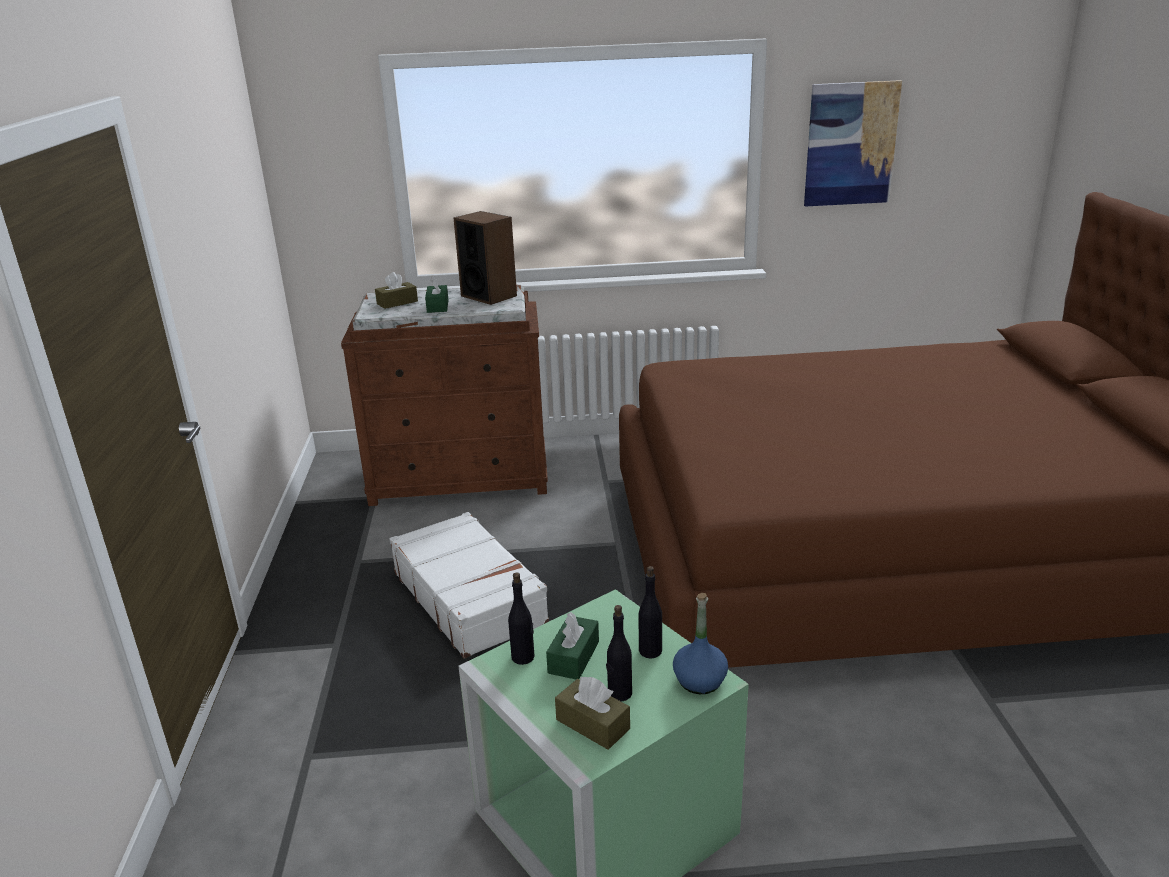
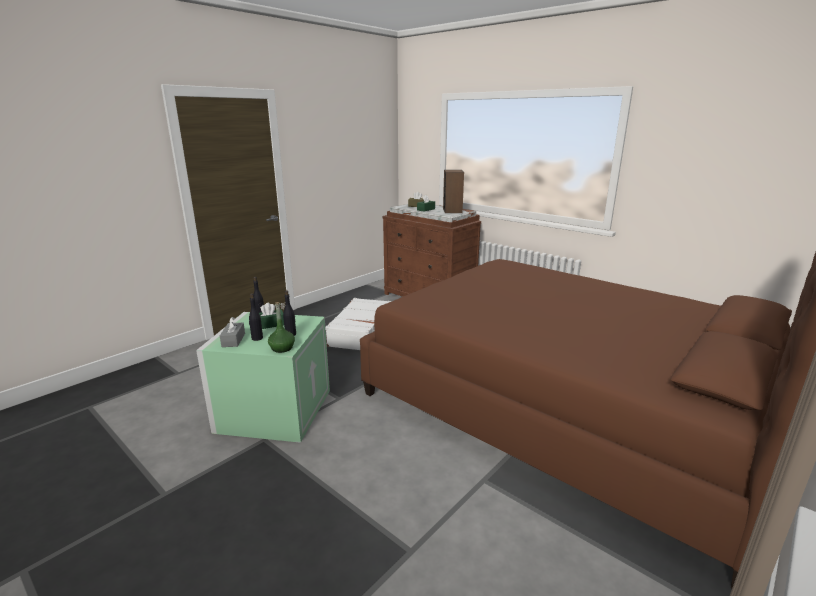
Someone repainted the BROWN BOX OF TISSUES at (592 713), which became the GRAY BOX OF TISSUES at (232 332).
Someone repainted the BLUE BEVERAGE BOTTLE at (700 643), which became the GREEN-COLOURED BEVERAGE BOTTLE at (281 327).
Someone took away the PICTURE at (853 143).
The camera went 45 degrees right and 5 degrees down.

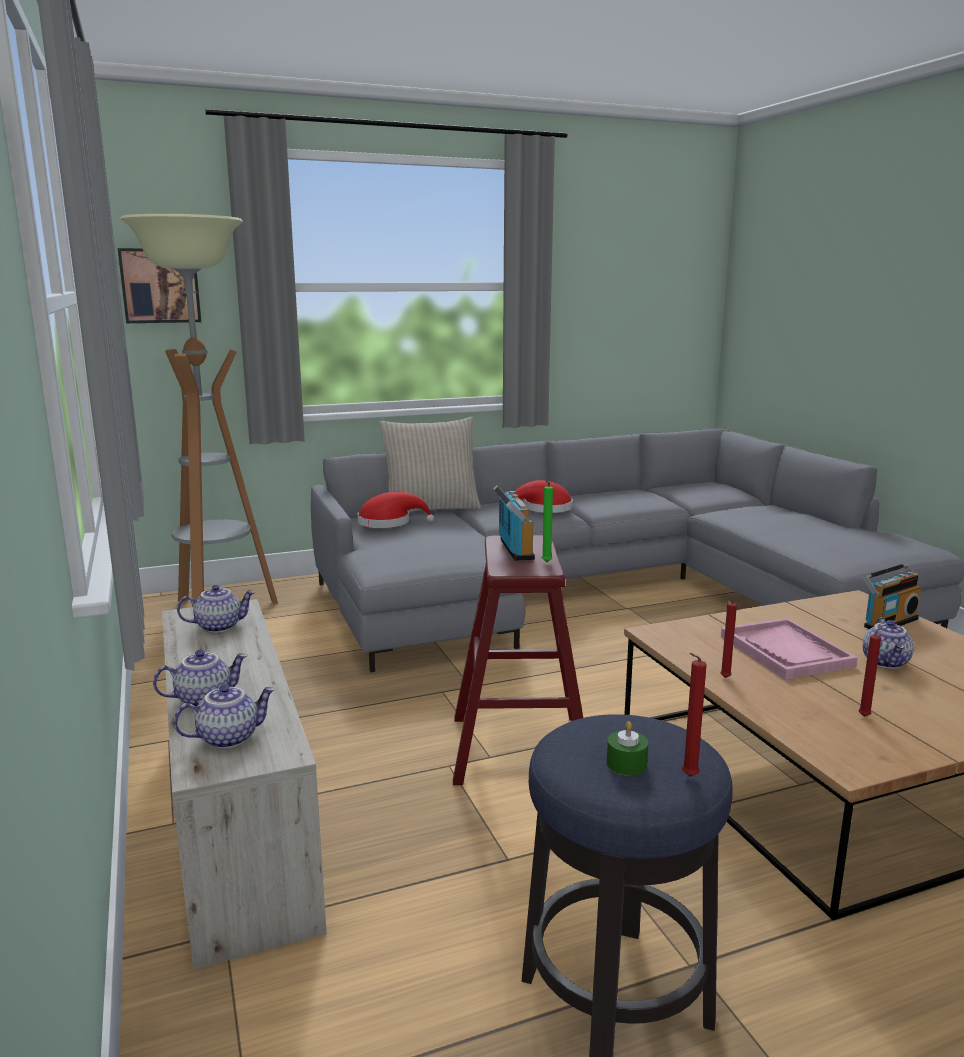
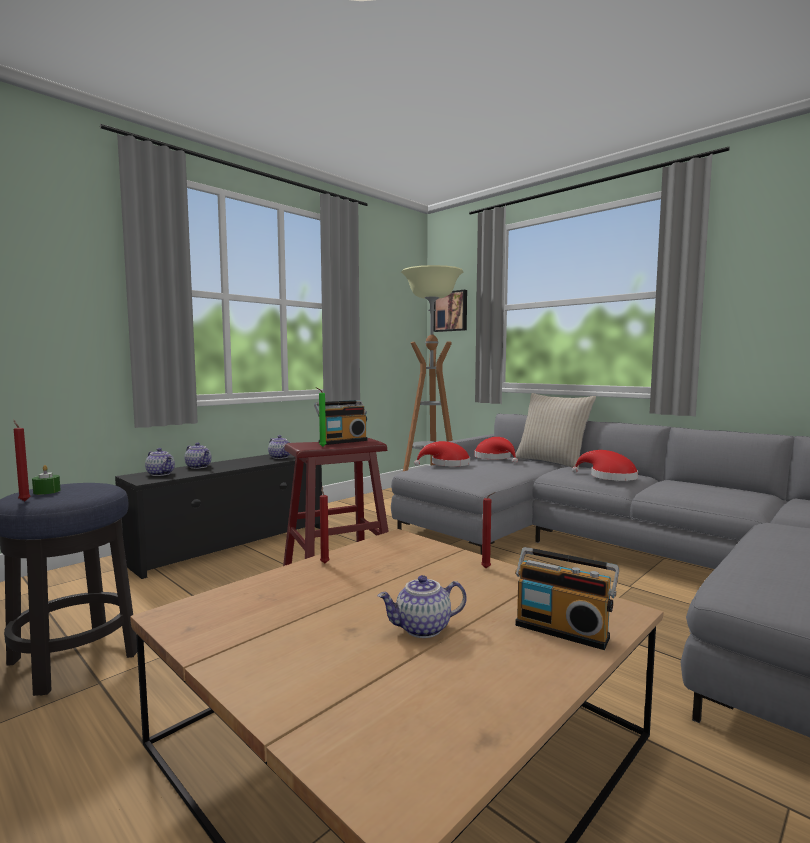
Someone repainted the WHITISH TV UNIT at (244 784), which became the BLACK-COLOURED TV UNIT at (218 516).
Someone took away the PINKISH TRAY at (789 649).
Someone carried the RED WAX LIGHT from (870 671) to (488 530).
Someone put down the RED HAT at (442 453).
The camera went 65 degrees right and 10 degrees down.

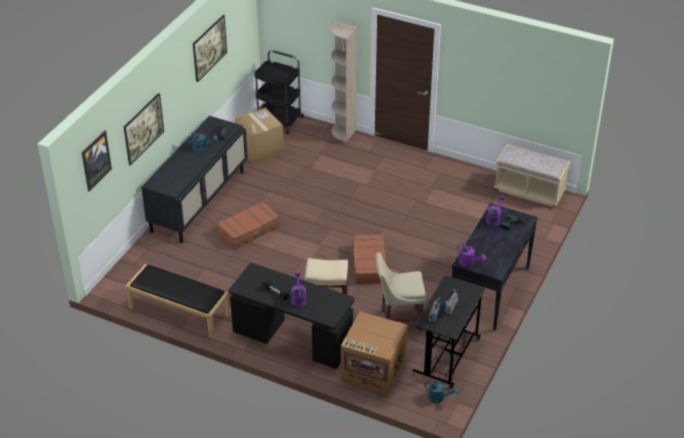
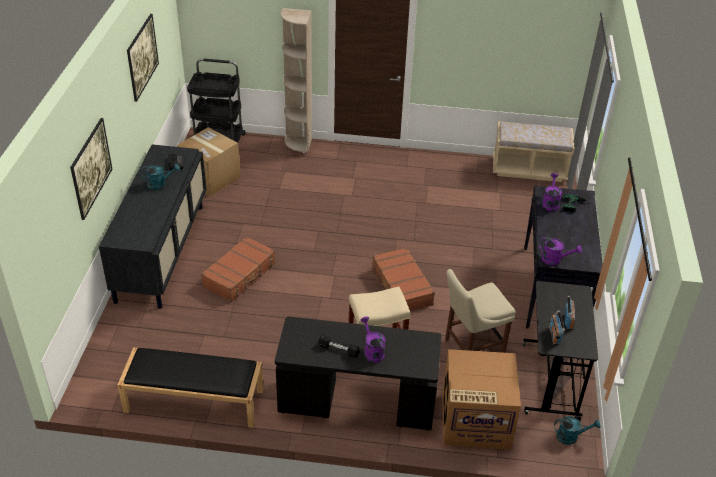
Someone took away the PICTURE at (97 161).
The camera went 20 degrees left and 0 degrees up.

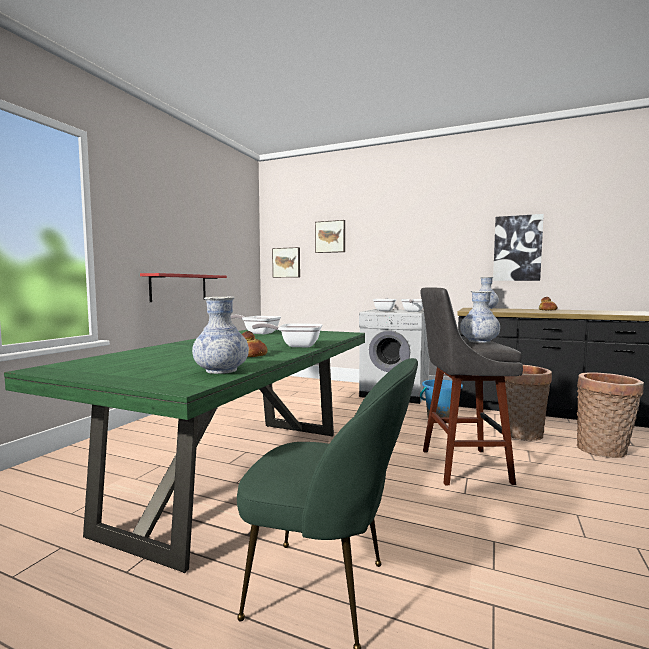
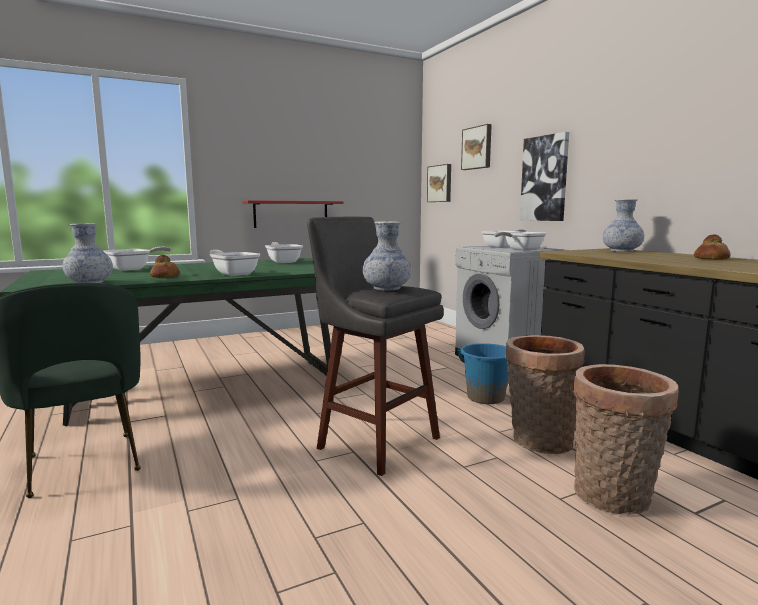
Someone carried the PICTURE from (518 247) to (544 176).
Someone put down the SKILLET at (137 259).
The camera went 40 degrees right and 5 degrees up.

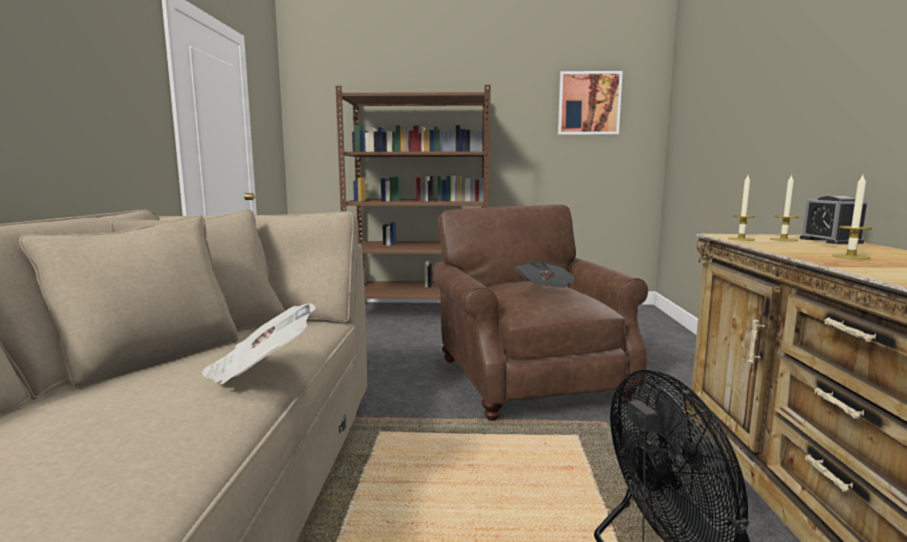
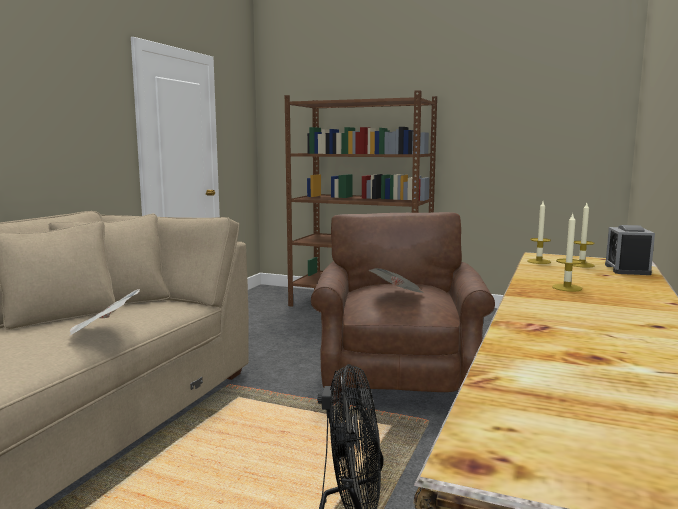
Someone took away the PICTURE at (590 103).
The camera went 20 degrees right and 0 degrees up.

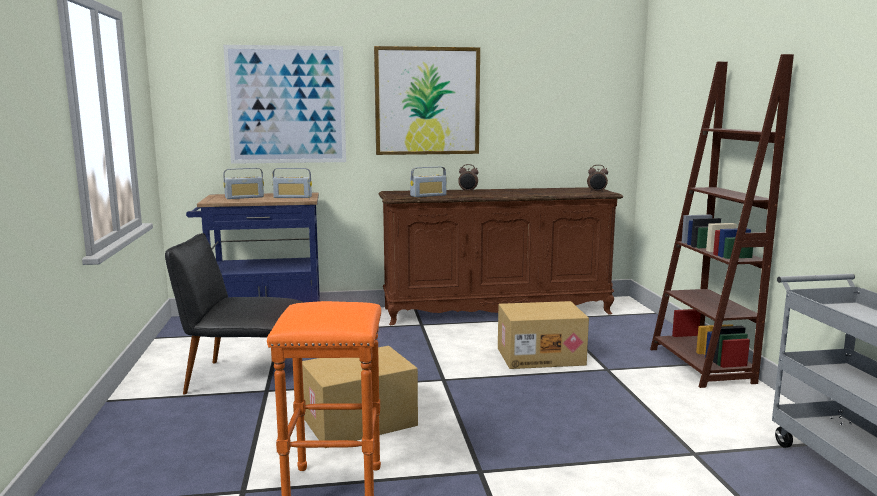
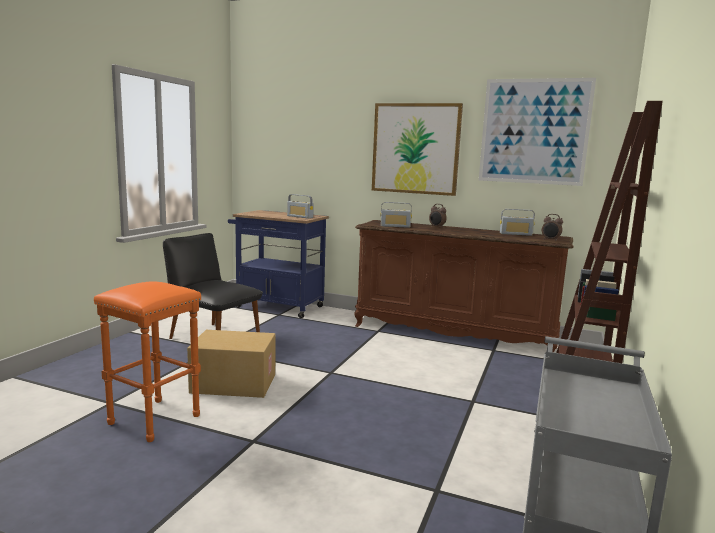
Someone carried the PICTURE from (284 104) to (537 132).
Someone carried the RADIO from (243 183) to (517 222).
Someone took away the CARDBOARD BOX at (543 335).
The camera went 30 degrees right and 0 degrees up.

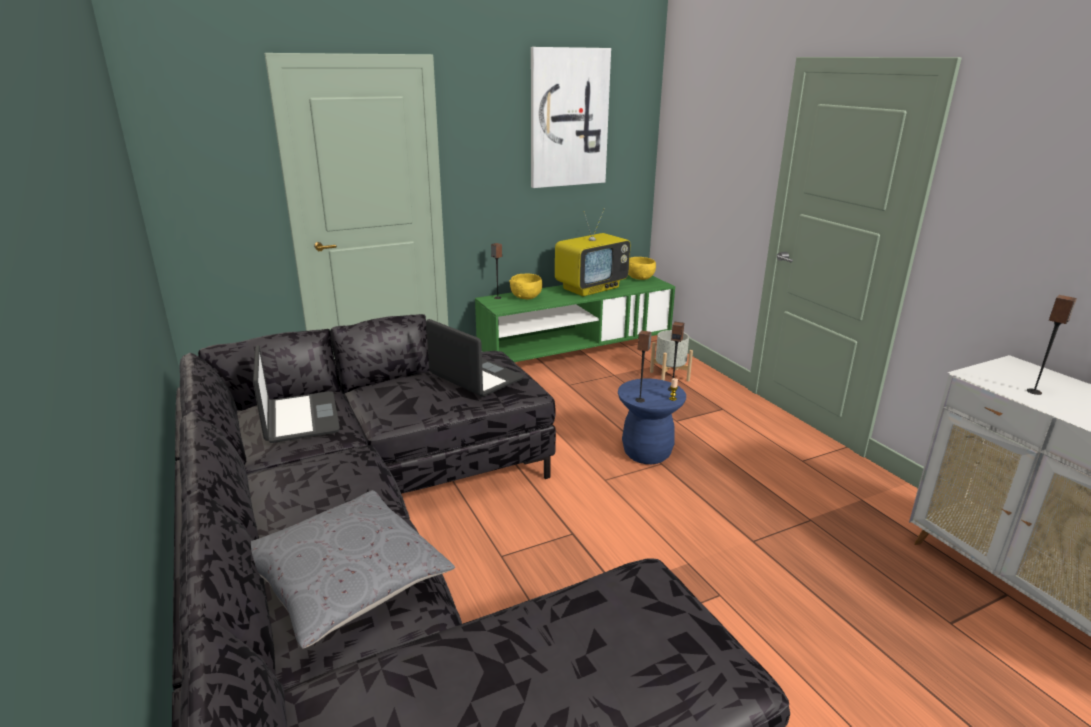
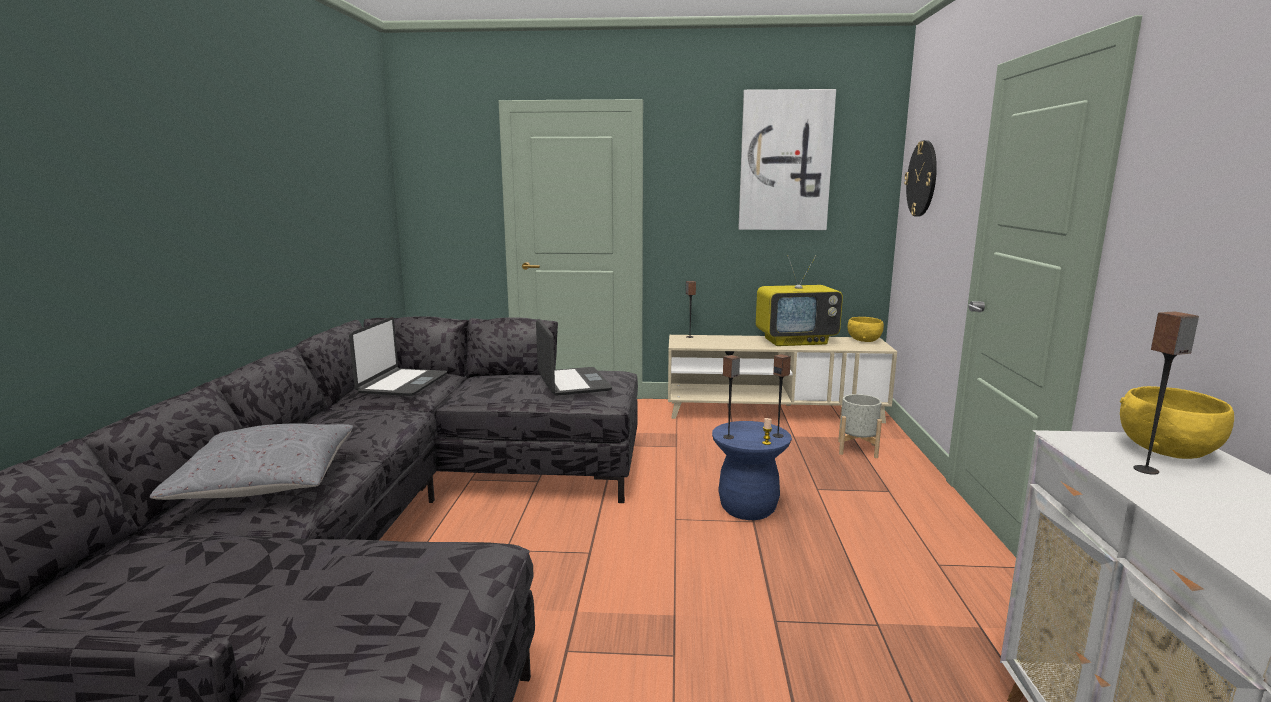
Someone repainted the GREEN-COLOURED TV UNIT at (575 318), which became the SAND-COLOURED TV UNIT at (782 379).
Someone carried the YELLOWISH SERVING BOWL from (525 286) to (1177 422).
Someone put up the WALL CLOCK at (920 178).
The camera went 30 degrees right and 10 degrees down.

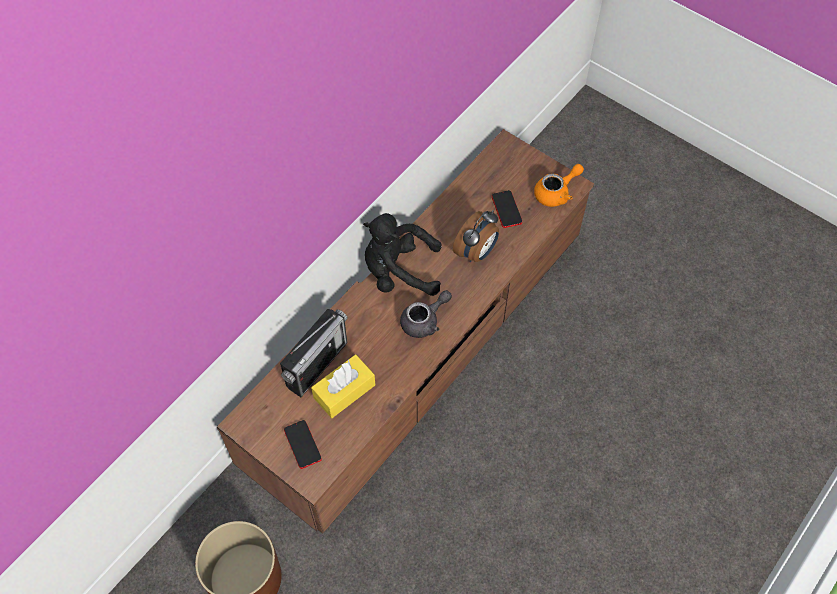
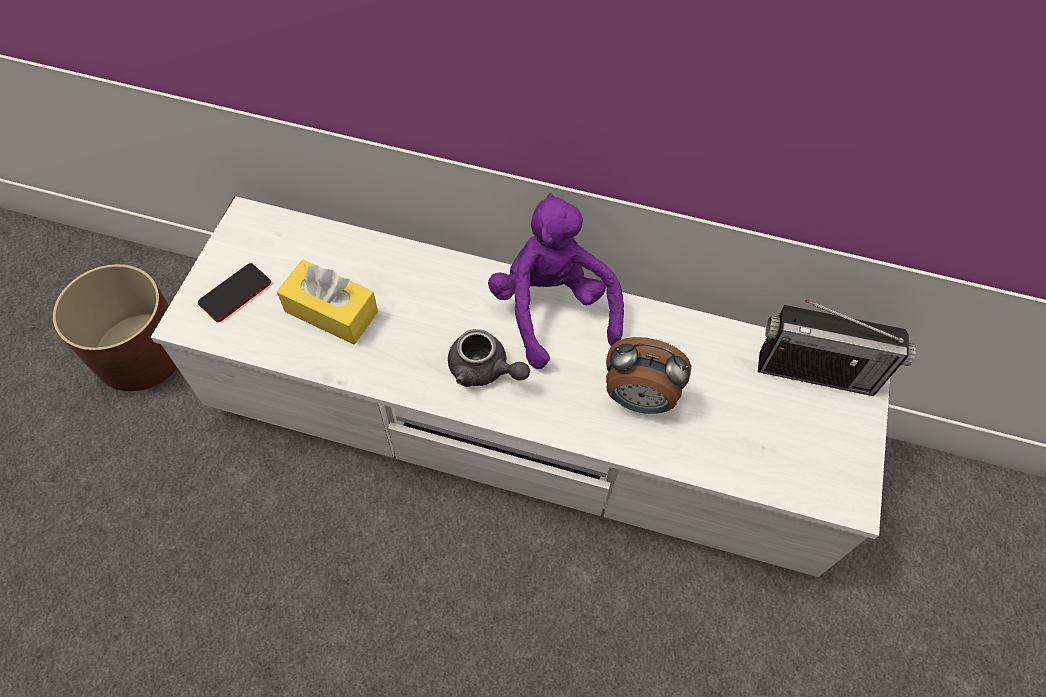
Someone repainted the BROWN TV UNIT at (405 331), which became the WHITISH TV UNIT at (520 386).
Someone carried the RADIO from (313 353) to (837 348).
Someone repainted the BLACK-COLOURED PLUSH TOY at (402 254), which became the PURPLE PLUSH TOY at (556 281).
Someone took away the TELEPHONE at (507 209).
Someone took away the ORANGE-COLOURED TEA POT at (559 185).
The camera went 65 degrees right and 0 degrees up.

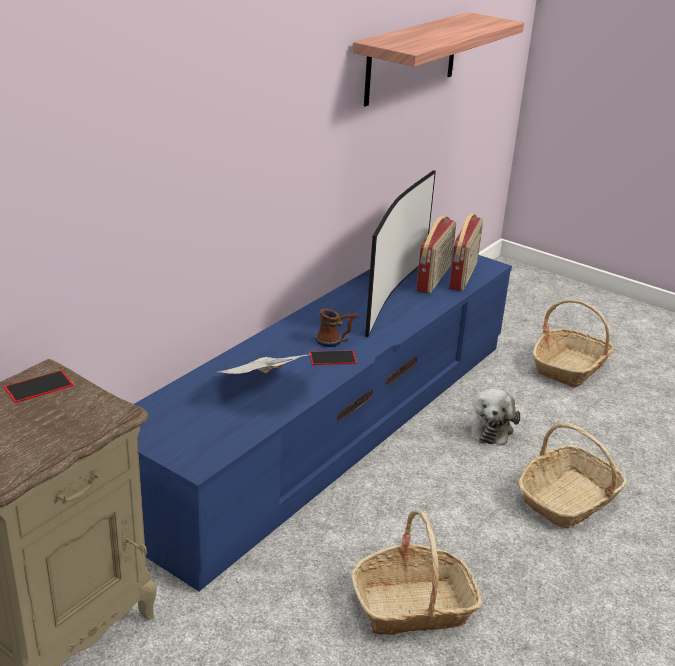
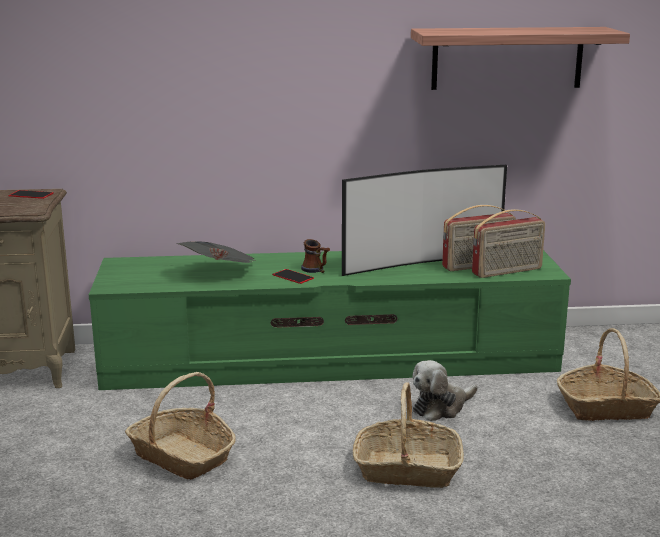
Someone repainted the BLUE TV UNIT at (323 419), which became the GREEN-COLOURED TV UNIT at (330 320).
The camera went 50 degrees right and 10 degrees down.

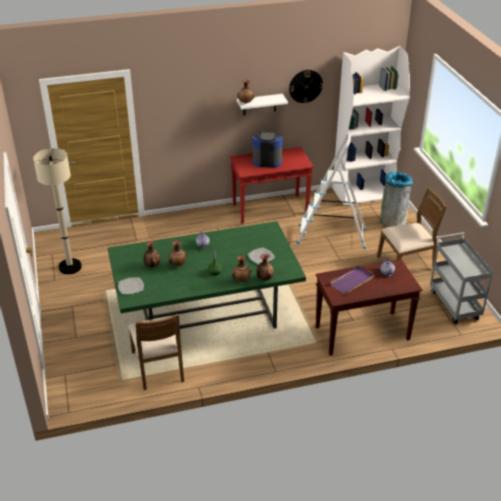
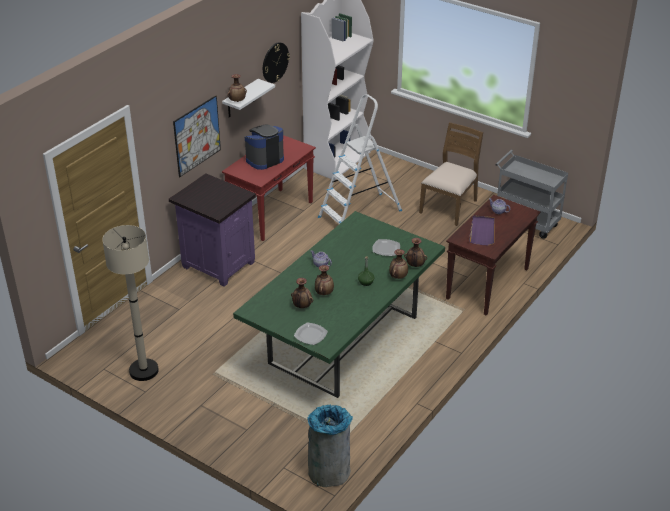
Someone took away the BROWN UPRIGHT CHAIR at (156 351).
Someone carried the GRAY TRASH CAN from (396 199) to (330 446).
Someone put down the PURPLE CABINET at (212 230).
Someone put up the PICTURE at (197 136).
The camera went 40 degrees left and 0 degrees up.

